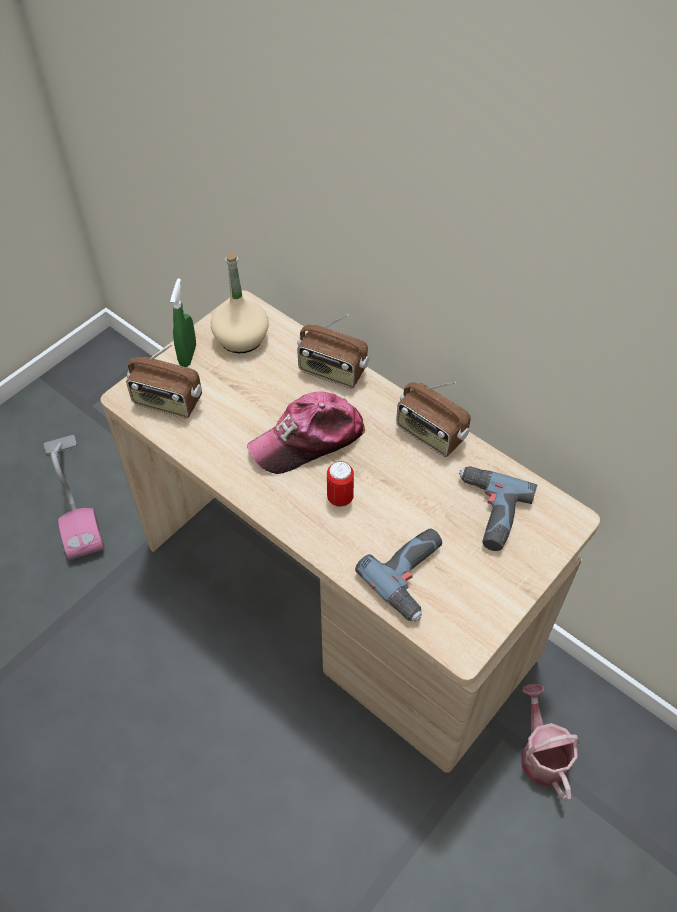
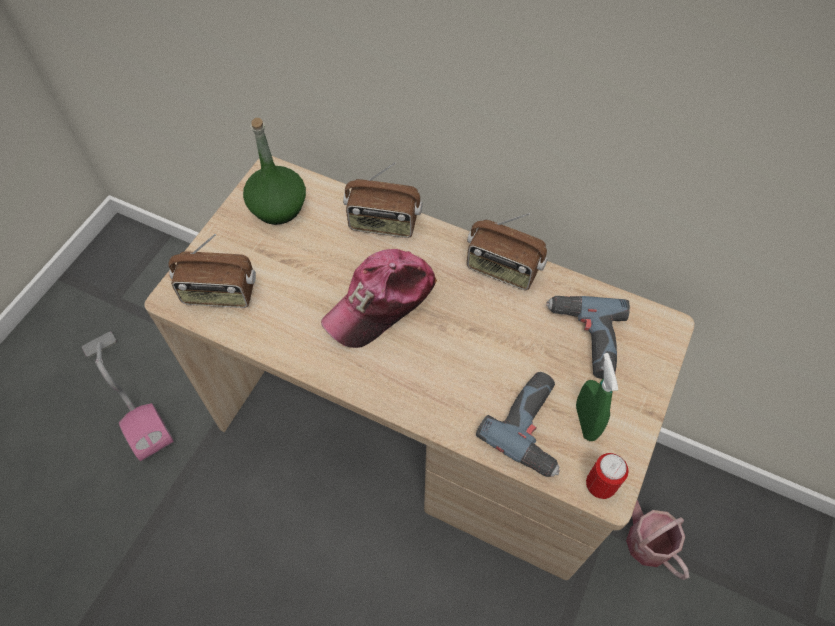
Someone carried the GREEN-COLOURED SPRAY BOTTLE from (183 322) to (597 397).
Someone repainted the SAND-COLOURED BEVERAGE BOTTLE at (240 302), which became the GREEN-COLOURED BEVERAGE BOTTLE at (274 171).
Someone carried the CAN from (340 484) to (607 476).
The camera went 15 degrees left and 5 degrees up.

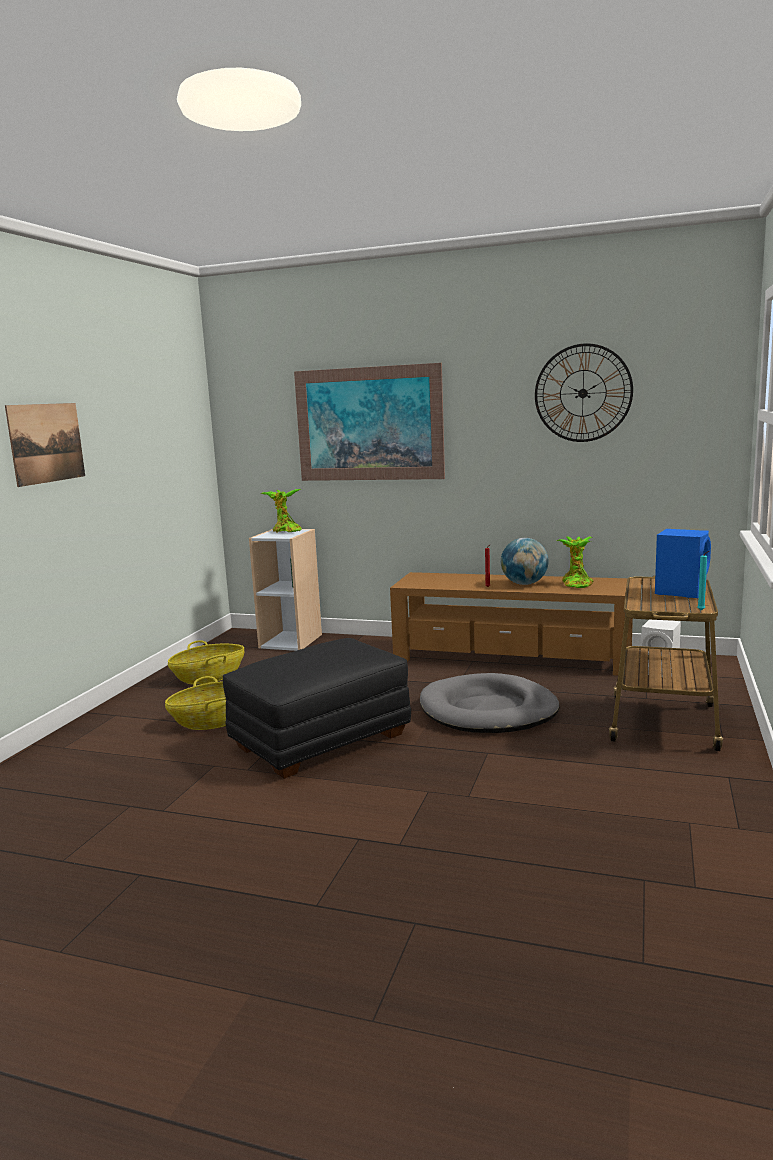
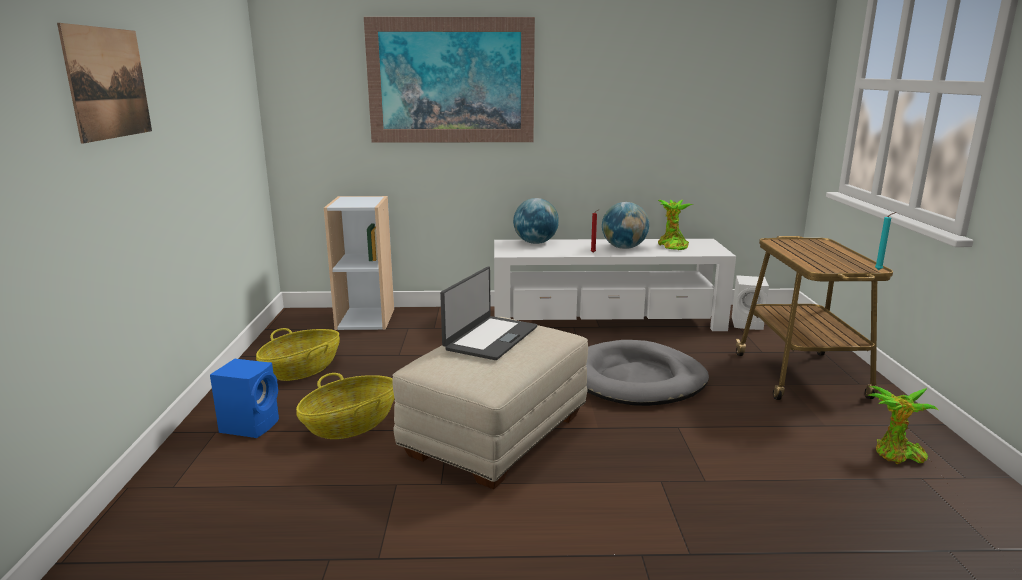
Someone repainted the BLACK-COLOURED OTTOMAN at (317 708), which became the SAND-COLOURED OTTOMAN at (490 403).
Someone carried the HOUSEPLANT from (281 511) to (903 425).
Someone repainted the BROWN TV UNIT at (511 624), which became the WHITISH TV UNIT at (615 285).
Someone took away the WALL CLOCK at (584 392).
Someone carried the BLUE LOUDSPEAKER from (683 563) to (244 398).
Someone put down the LAPTOP at (488 313).
Someone put down the WORLD GLOBE at (536 221).
The camera went 20 degrees left and 5 degrees up.

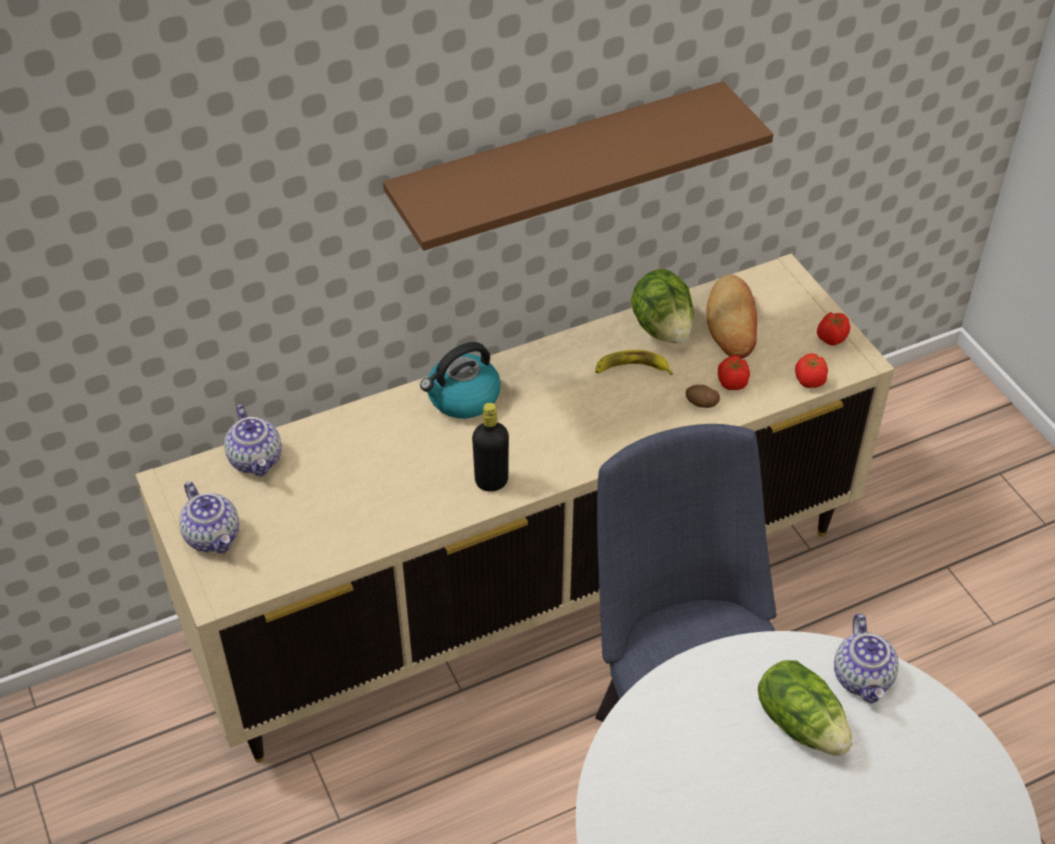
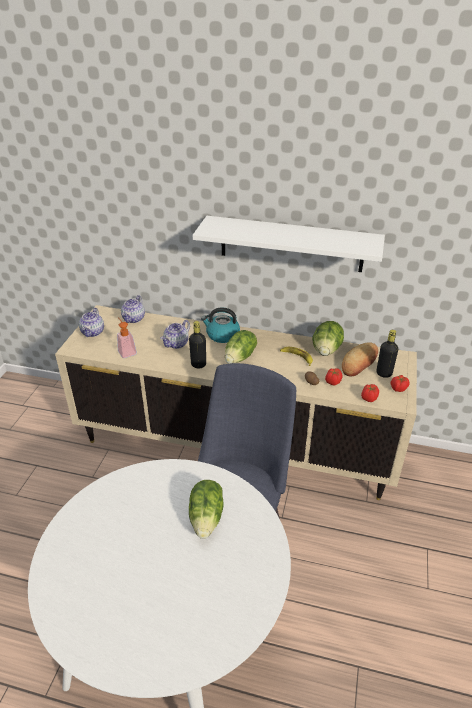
Someone repainted the BROWN WALL SHELF at (578 166), which became the WHITISH WALL SHELF at (289 244).
Someone carried the TEA POT from (866 659) to (175 334).
Someone put down the LIQUID SOAP BOTTLE at (127 337).
Someone put down the LETTUCE at (241 347).
Someone put down the BLACK-COLOURED BEVERAGE BOTTLE at (387 354).
The camera went 40 degrees right and 10 degrees down.

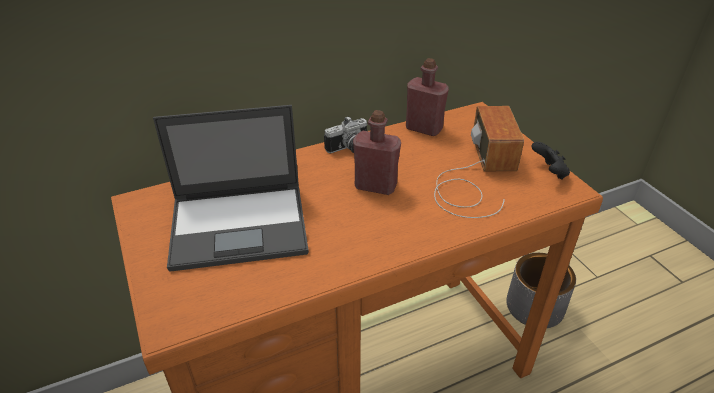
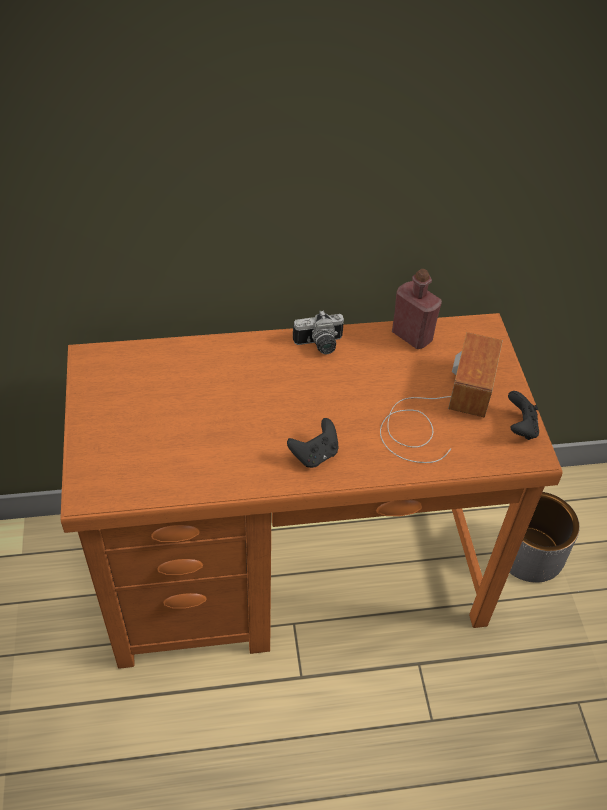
Someone took away the LAPTOP at (231 188).
Someone took away the RED BEVERAGE BOTTLE at (377 152).
Someone put down the BLACK-COLOURED JOYPAD at (313 443).
The camera went 15 degrees right and 10 degrees up.

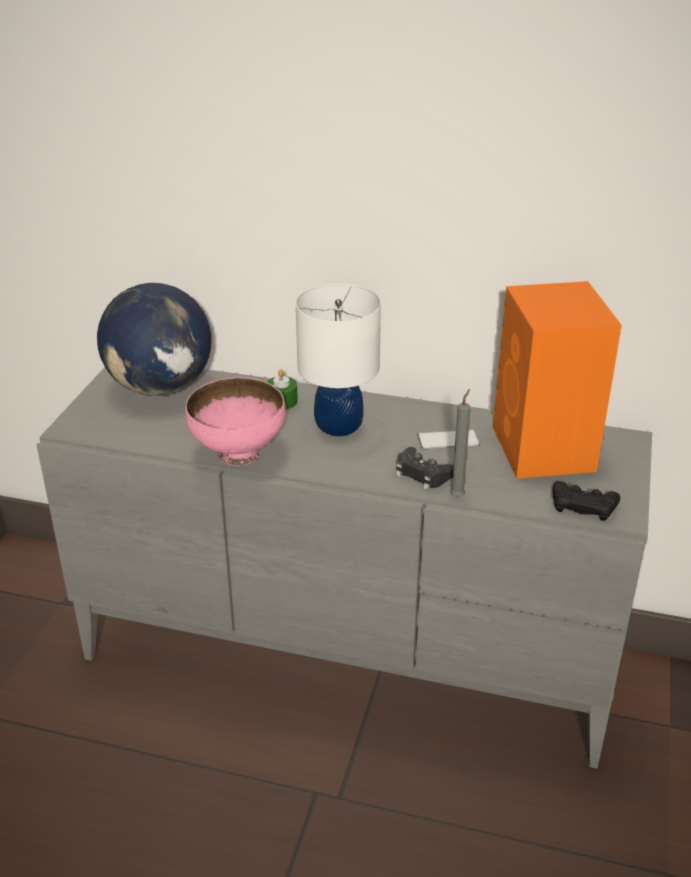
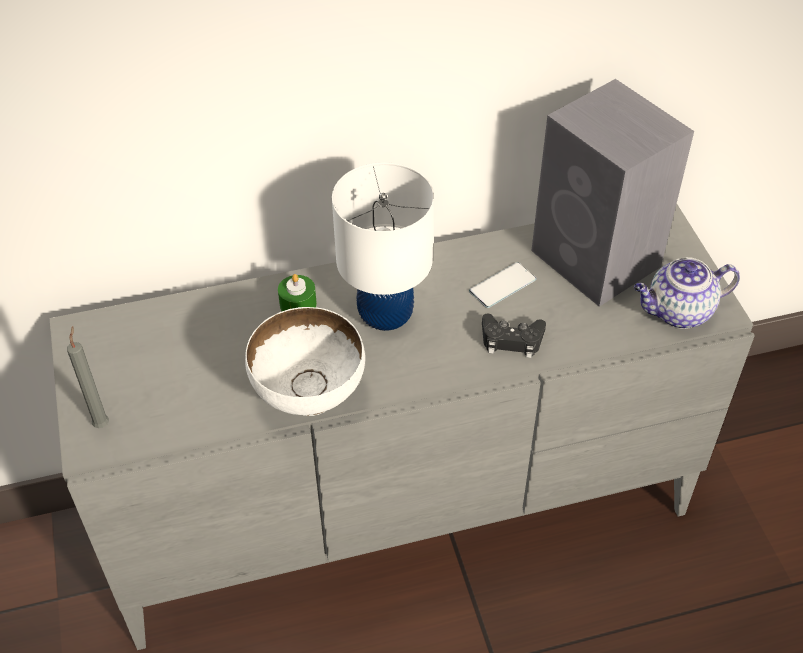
Someone took away the WORLD GLOBE at (154 339).
Someone repainted the PINKISH SERVING BOWL at (235 421), which became the WHITISH SERVING BOWL at (305 361).
Someone carried the GRAY WAX LIGHT from (460 443) to (88 377).
Someone repainted the ORANGE-COLOURED LOUDSPEAKER at (557 380), which became the GRAY LOUDSPEAKER at (612 193).
Someone swapped the BLACK-COLOURED JOYPAD at (586 501) for the TEA POT at (687 293).
The camera went 30 degrees left and 15 degrees up.

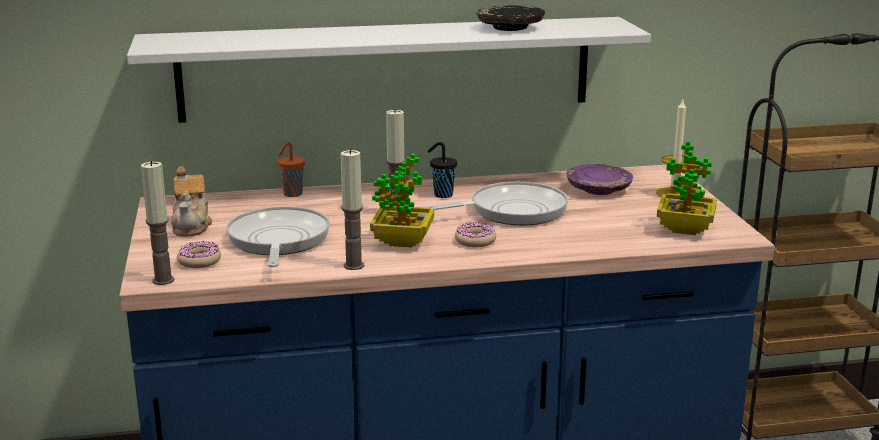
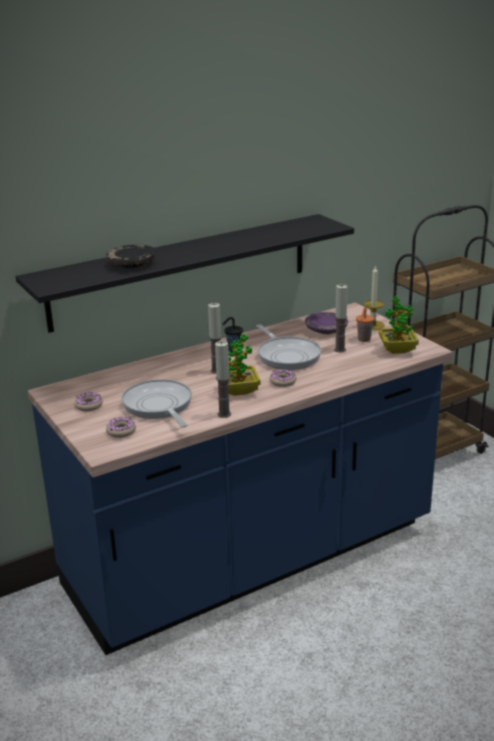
Someone repainted the WHITISH WALL SHELF at (389 70), which became the BLACK-COLOURED WALL SHELF at (185 273).
Someone carried the WAX LIGHT from (157 223) to (340 318).
Someone swapped the TEA POT at (191 201) for the DOUGHNUT at (88 401).
Someone carried the ORANGE-COLOURED SMALL CUP from (291 169) to (365 324).
Someone rotated the SKILLET at (496 203) by 105 degrees clockwise.
Someone carried the BLACK-COLOURED FLAT DISH from (510 18) to (131 256).
The camera went 20 degrees left and 5 degrees up.

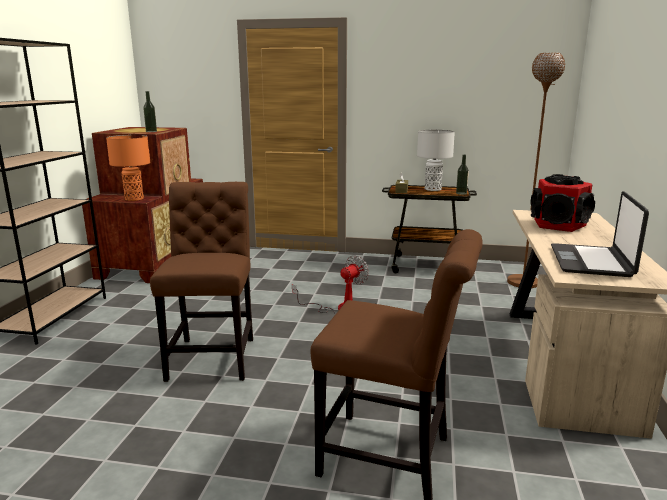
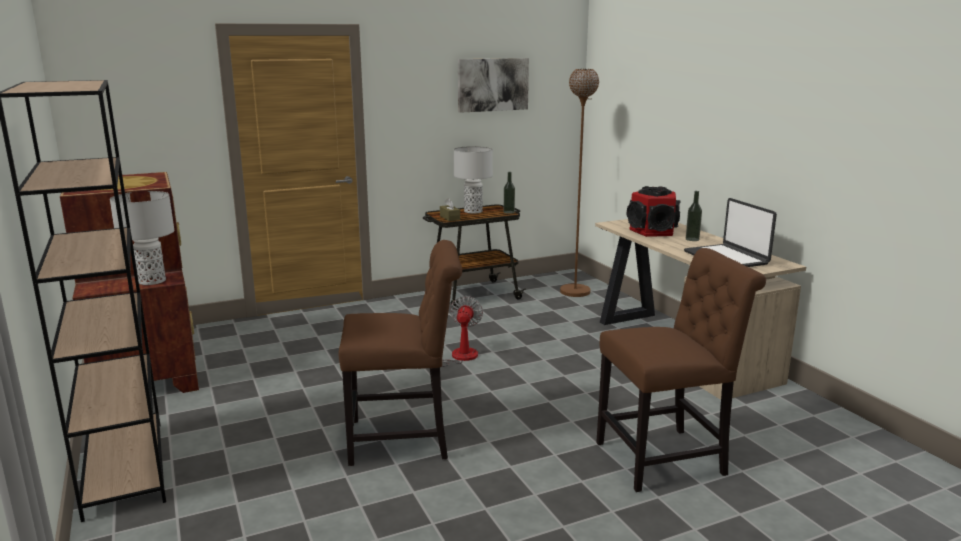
Someone repainted the ORANGE-COLOURED TABLETOP LAMP at (128 168), which became the WHITISH TABLETOP LAMP at (142 238).
Someone carried the BEVERAGE BOTTLE from (150 111) to (694 216).
Someone rotated the BROWN UPRIGHT CHAIR at (201 282) by 120 degrees clockwise.
Someone put up the PICTURE at (493 85).
The camera went 35 degrees left and 0 degrees up.

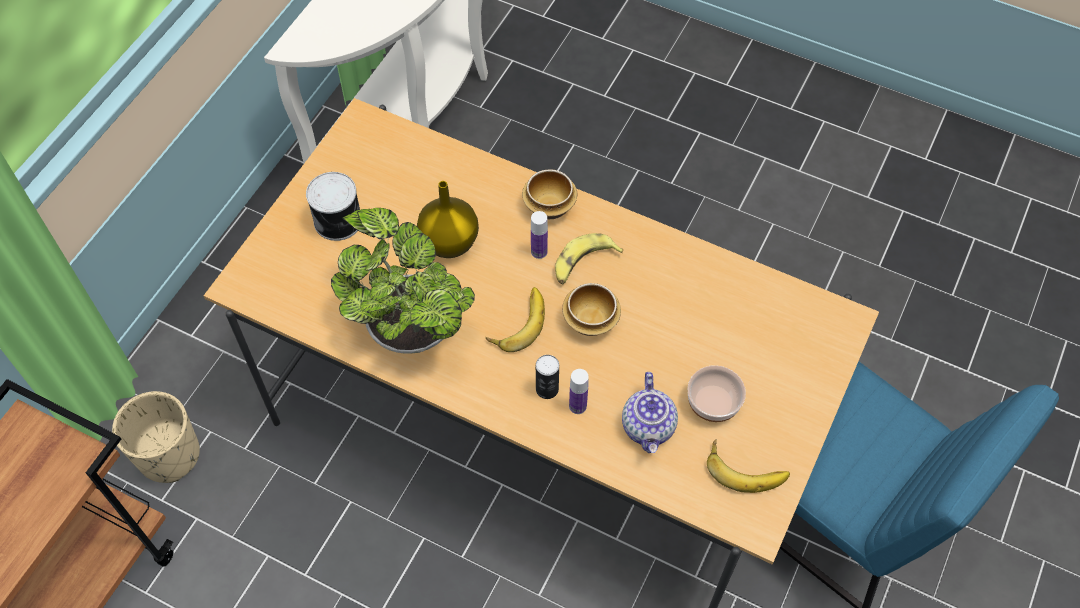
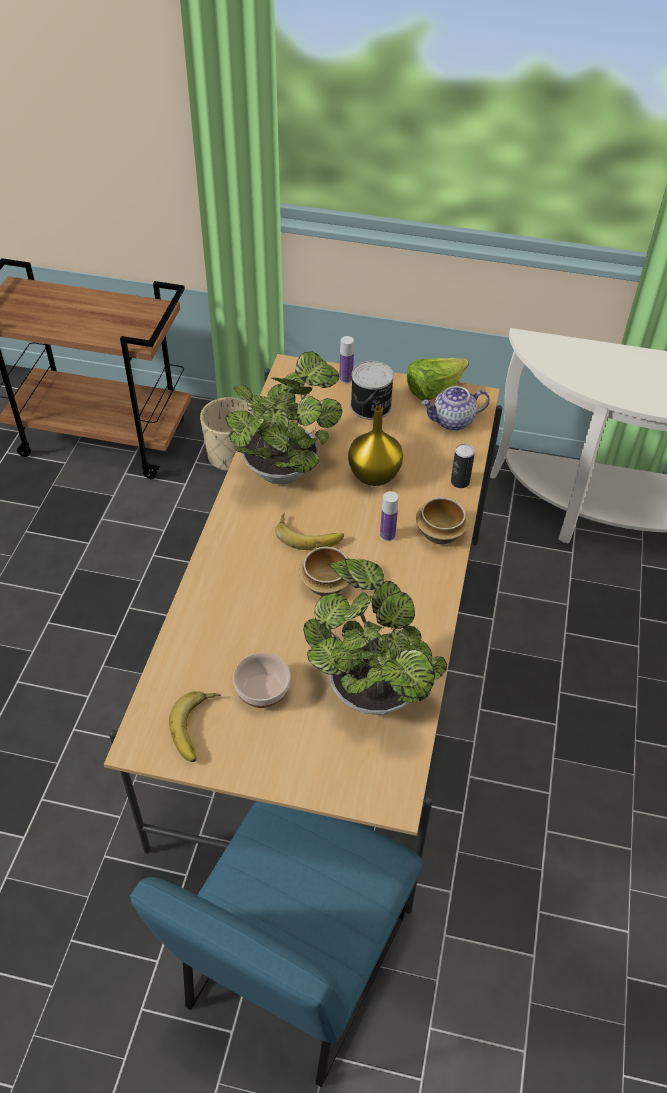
Someone carried the CAN from (547 377) to (463 466).
Someone took away the BANANA FRUIT at (589 258).
Someone carried the BEVERAGE BOTTLE from (579 391) to (346 359).
Someone carried the TEA POT from (650 412) to (455 408).
Someone put down the HOUSEPLANT at (375 637).
Someone put down the LETTUCE at (438 379).
The camera went 75 degrees right and 10 degrees down.

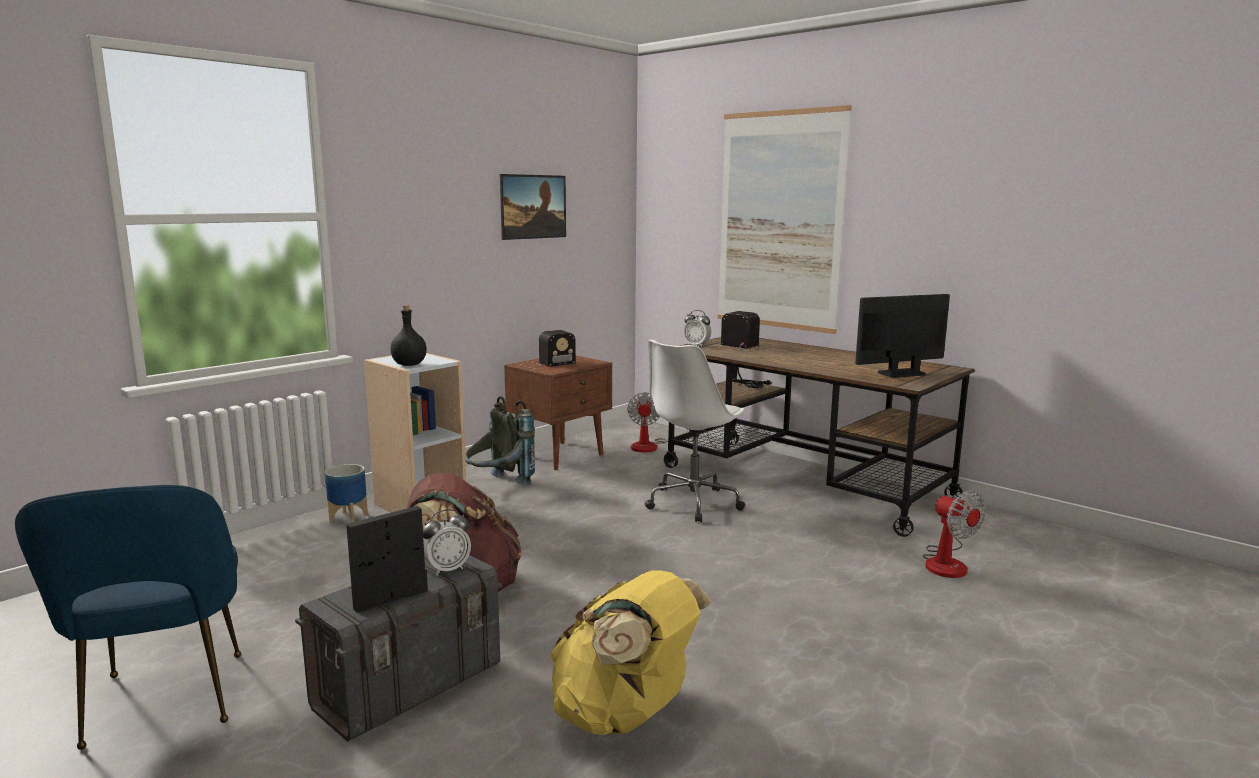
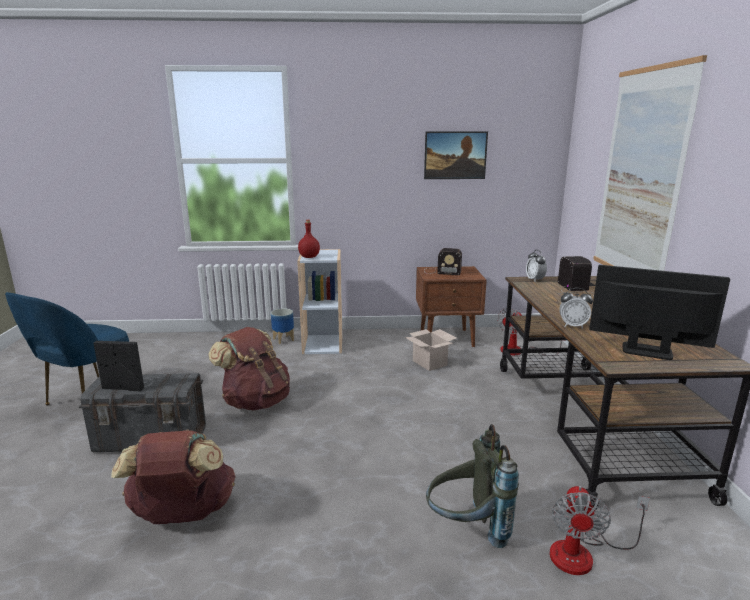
Someone repainted the BLACK-COLOURED BEVERAGE BOTTLE at (408 335), which became the RED BEVERAGE BOTTLE at (309 239).
Someone carried the BEDSIDE CLOCK from (447 542) to (576 308).
Someone carried the GRAY KNAPSACK from (500 441) to (472 486).
Someone repainted the YELLOWISH KNAPSACK at (631 653), which became the BROWN KNAPSACK at (173 477).
Someone took away the WHITISH COMPUTER CHAIR at (695 431).
Someone put down the CARDBOARD BOX at (430 350).
The camera went 45 degrees right and 5 degrees up.

